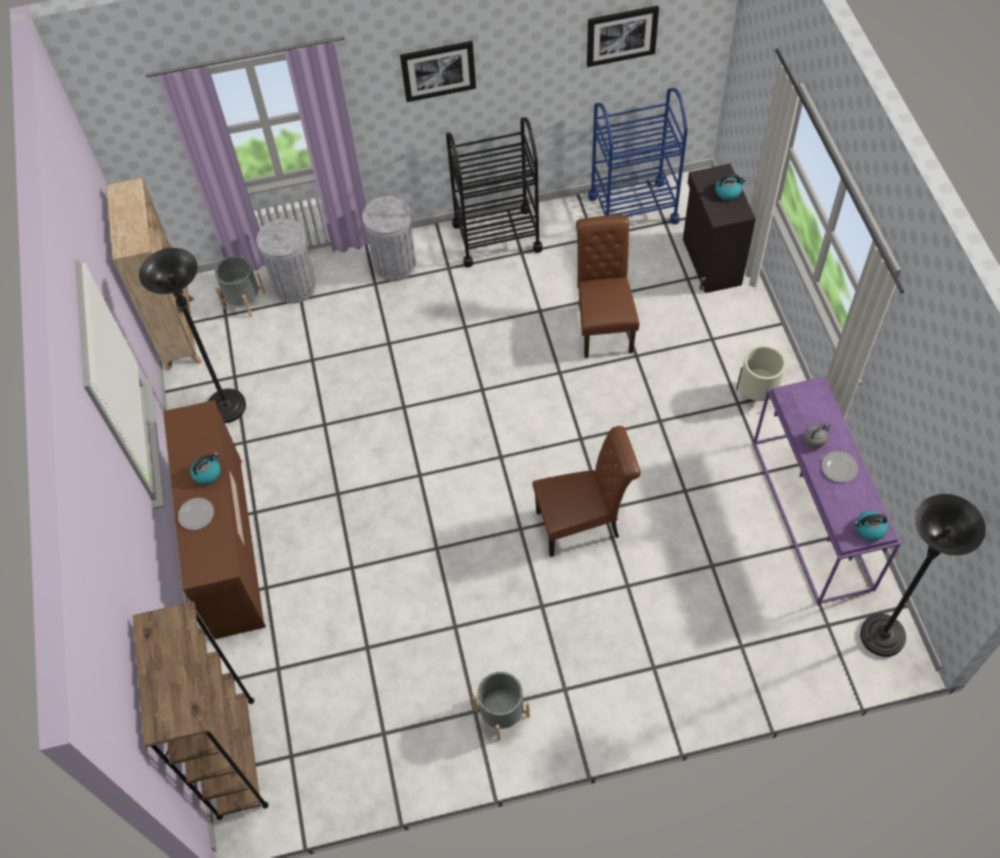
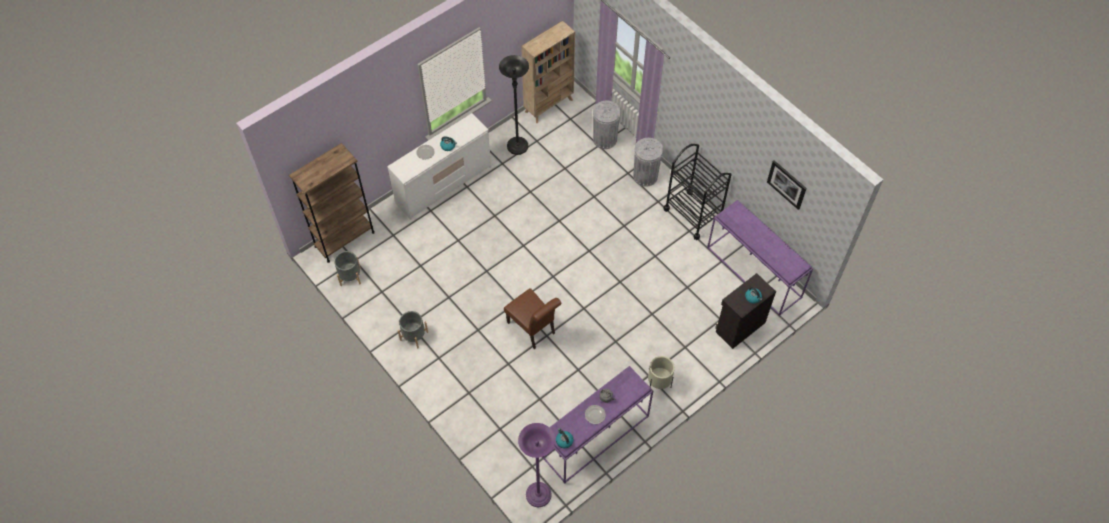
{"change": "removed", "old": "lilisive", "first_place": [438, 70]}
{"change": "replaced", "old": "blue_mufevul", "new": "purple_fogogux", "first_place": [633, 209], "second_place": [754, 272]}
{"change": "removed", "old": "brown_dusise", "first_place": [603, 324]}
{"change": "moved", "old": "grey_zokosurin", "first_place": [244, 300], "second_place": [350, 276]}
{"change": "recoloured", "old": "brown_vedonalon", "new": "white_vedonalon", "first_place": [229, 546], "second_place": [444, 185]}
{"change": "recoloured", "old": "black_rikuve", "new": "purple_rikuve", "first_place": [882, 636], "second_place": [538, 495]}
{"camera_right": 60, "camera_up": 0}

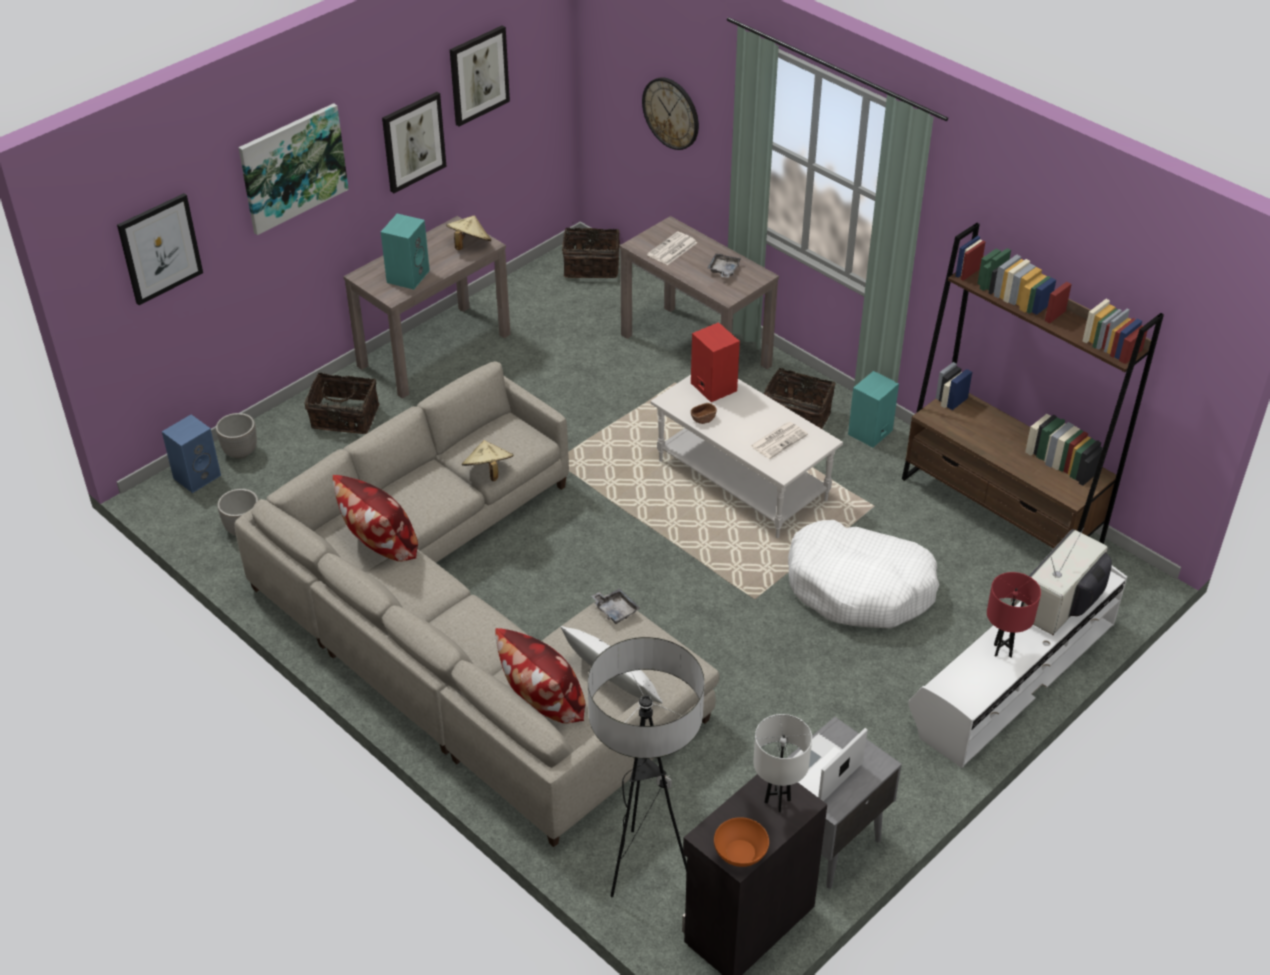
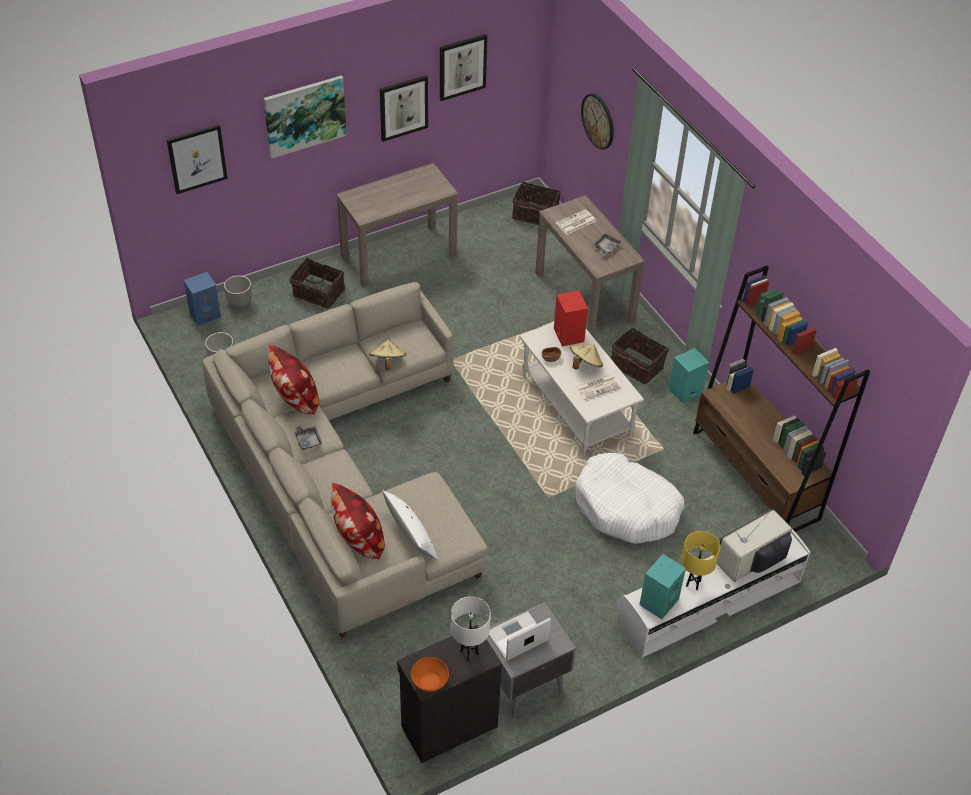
{"change": "moved", "old": "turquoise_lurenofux", "first_place": [407, 275], "second_place": [659, 601]}
{"change": "moved", "old": "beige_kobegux", "first_place": [469, 245], "second_place": [585, 364]}
{"change": "recoloured", "old": "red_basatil", "new": "yellow_basatil", "first_place": [1003, 650], "second_place": [693, 583]}
{"change": "moved", "old": "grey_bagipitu", "first_place": [615, 610], "second_place": [307, 440]}
{"change": "removed", "old": "rikuve", "first_place": [645, 867]}
{"camera_right": 15, "camera_up": 5}

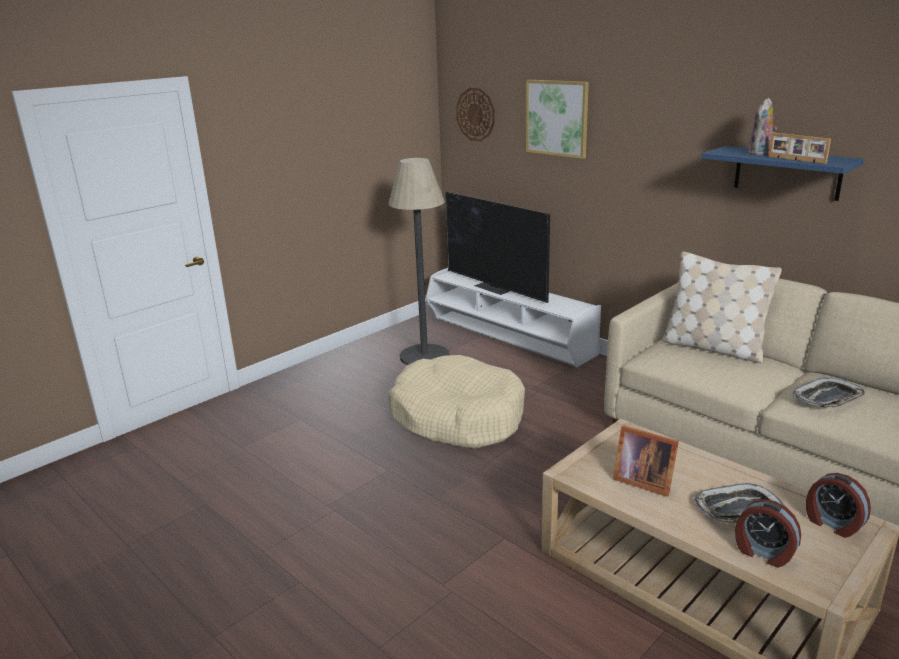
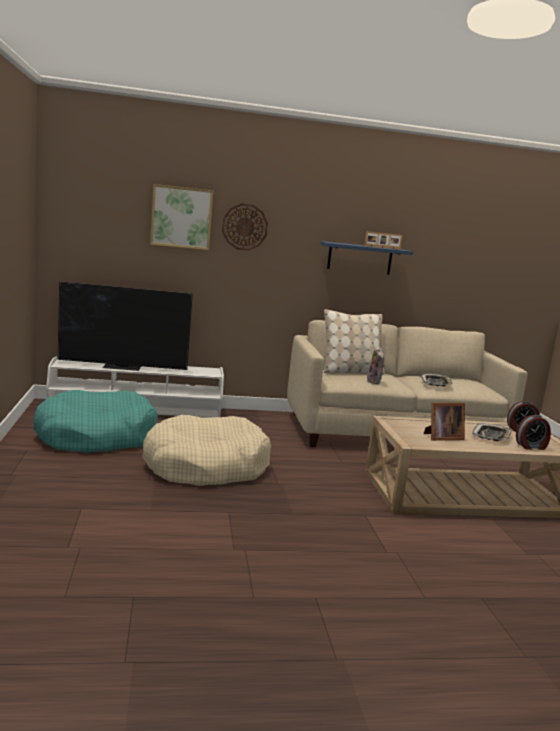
{"change": "moved", "old": "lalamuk", "first_place": [475, 114], "second_place": [244, 227]}
{"change": "moved", "old": "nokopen", "first_place": [760, 153], "second_place": [375, 382]}
{"change": "replaced", "old": "rikuve", "new": "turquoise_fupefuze", "first_place": [424, 356], "second_place": [96, 436]}
{"camera_right": -55, "camera_up": -10}

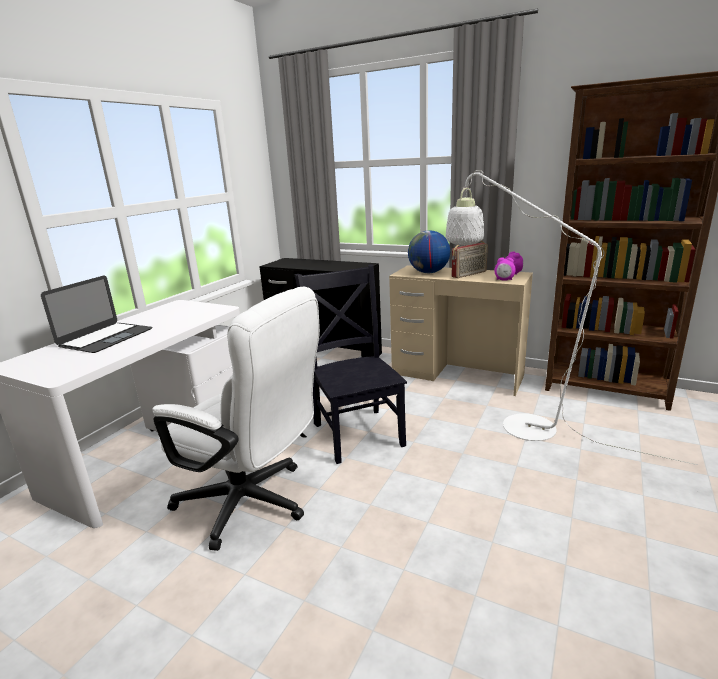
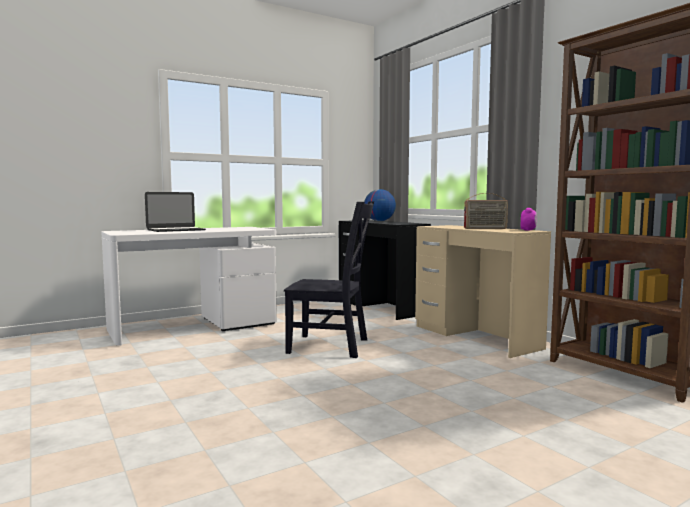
{"change": "removed", "old": "white_rikuve", "first_place": [514, 424]}
{"change": "moved", "old": "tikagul", "first_place": [428, 272], "second_place": [379, 221]}
{"change": "removed", "old": "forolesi", "first_place": [504, 280]}
{"change": "turned", "old": "black_dusise", "first_place": [357, 432], "second_place": [332, 346], "degrees": 90}
{"change": "removed", "old": "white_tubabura", "first_place": [253, 504]}
{"camera_right": 30, "camera_up": -15}

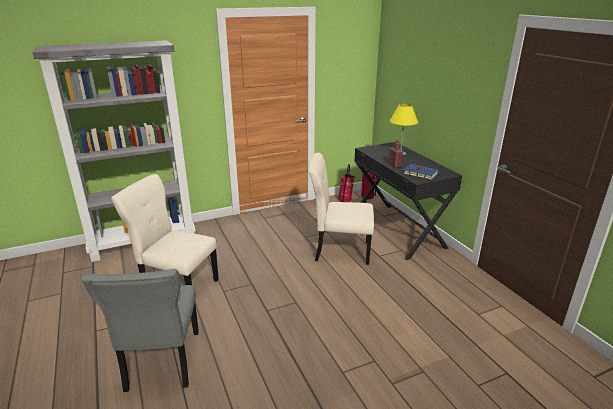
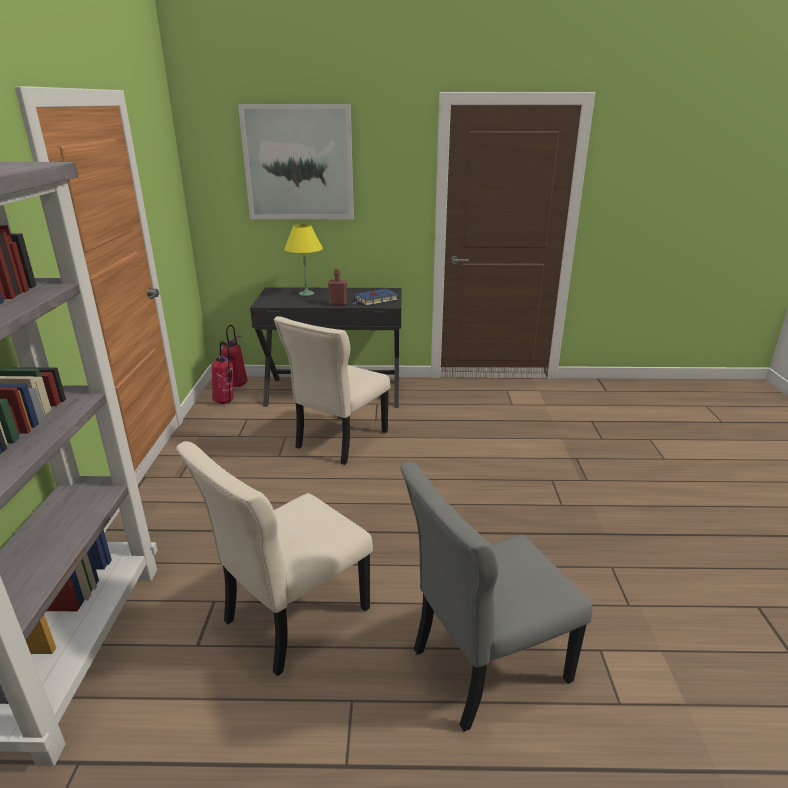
{"change": "turned", "old": "grey_dusise", "first_place": [162, 363], "second_place": [484, 666], "degrees": 135}
{"change": "added", "new": "lilisive", "second_place": [298, 163]}
{"camera_right": -65, "camera_up": 0}

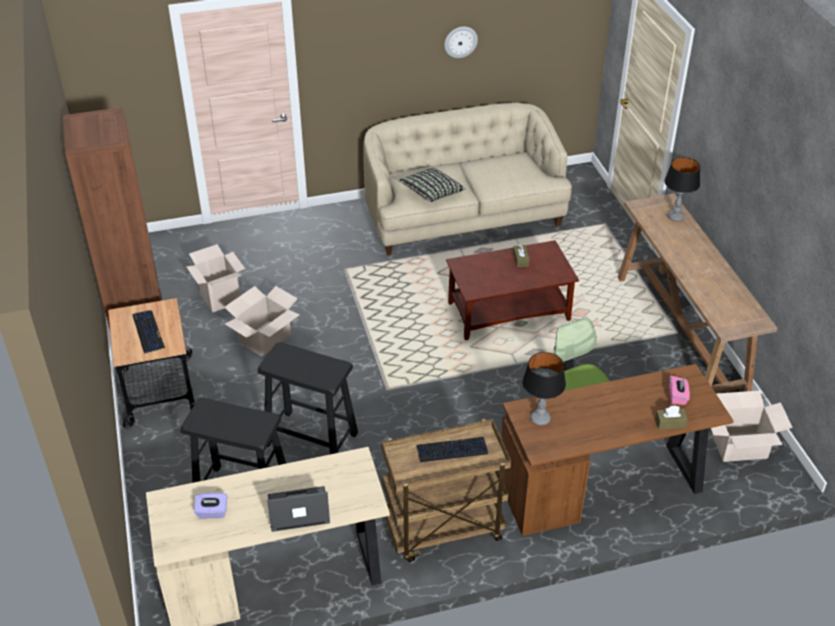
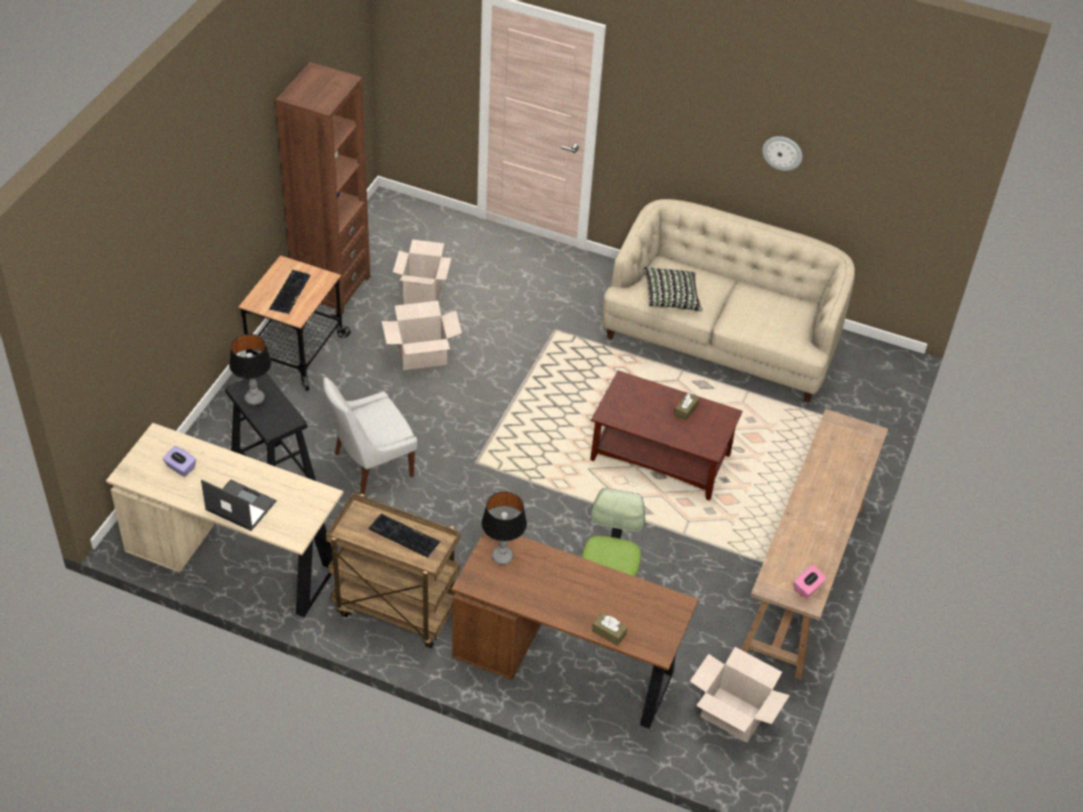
{"change": "moved", "old": "basatil", "first_place": [675, 217], "second_place": [254, 399]}
{"change": "replaced", "old": "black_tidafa", "new": "white_dusise", "first_place": [310, 439], "second_place": [370, 466]}
{"change": "moved", "old": "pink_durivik", "first_place": [677, 396], "second_place": [808, 588]}
{"camera_right": 35, "camera_up": 5}

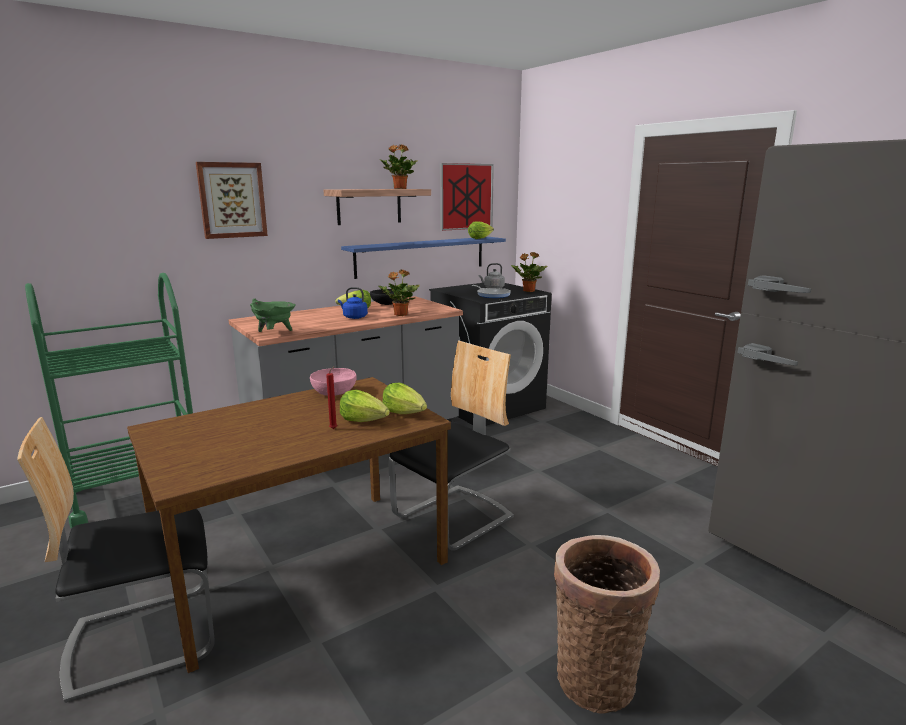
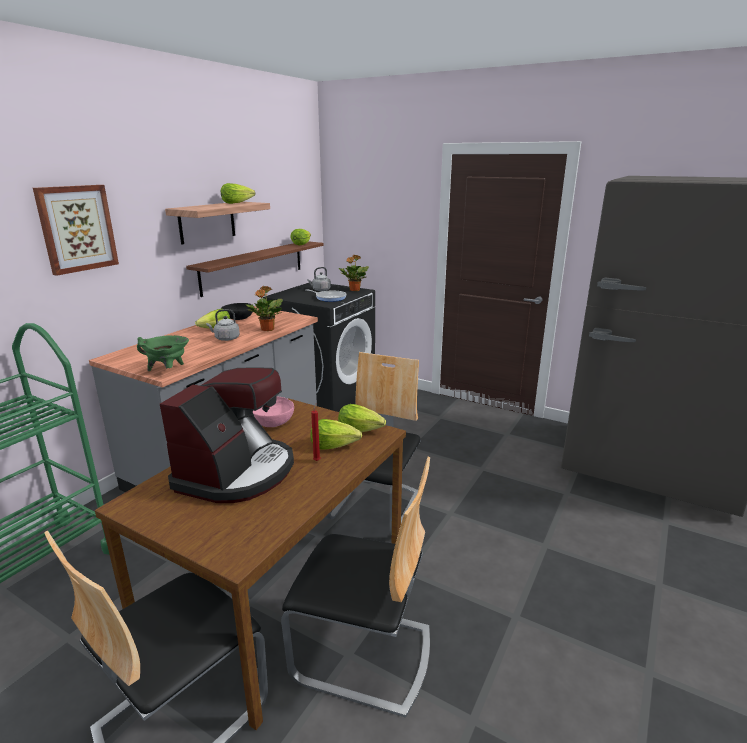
{"change": "replaced", "old": "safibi", "new": "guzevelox", "first_place": [399, 188], "second_place": [237, 203]}
{"change": "removed", "old": "lilisive", "first_place": [466, 196]}
{"change": "recoloured", "old": "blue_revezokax", "new": "brown_revezokax", "first_place": [421, 256], "second_place": [254, 266]}
{"change": "recoloured", "old": "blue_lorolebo", "new": "grey_lorolebo", "first_place": [354, 317], "second_place": [225, 338]}
{"change": "removed", "old": "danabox", "first_place": [596, 676]}
{"change": "added", "new": "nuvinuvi", "second_place": [237, 472]}
{"change": "added", "new": "dusise", "second_place": [363, 654]}
{"camera_right": -25, "camera_up": 5}

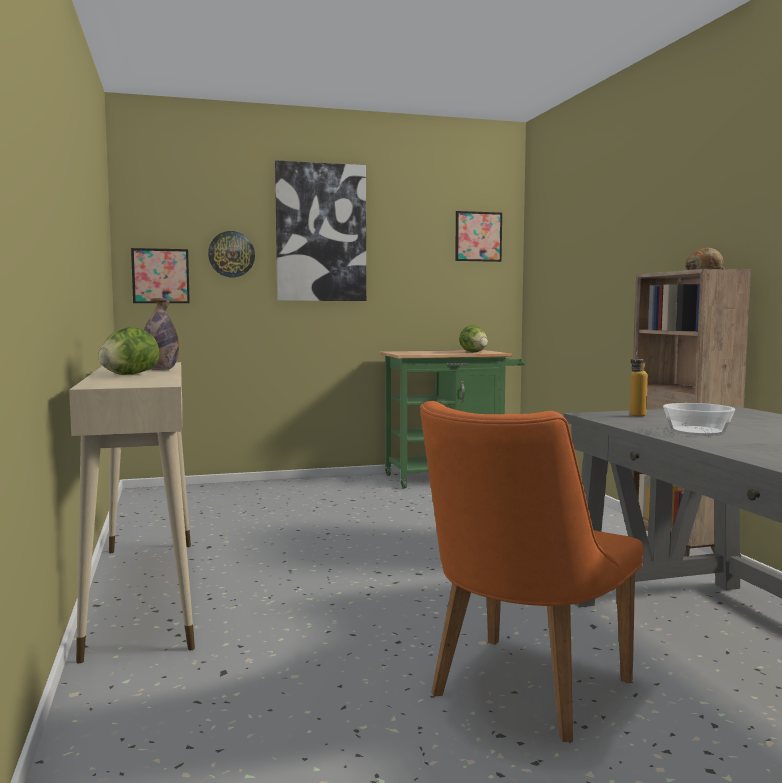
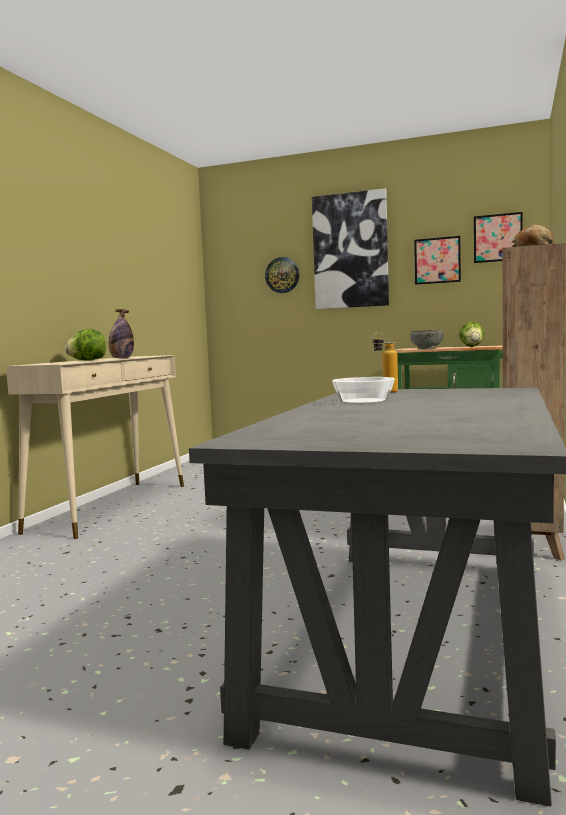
{"change": "moved", "old": "lilisive", "first_place": [160, 276], "second_place": [437, 260]}
{"change": "removed", "old": "orange_dusise", "first_place": [519, 693]}
{"change": "added", "new": "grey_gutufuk", "second_place": [427, 348]}
{"camera_right": 35, "camera_up": 0}

